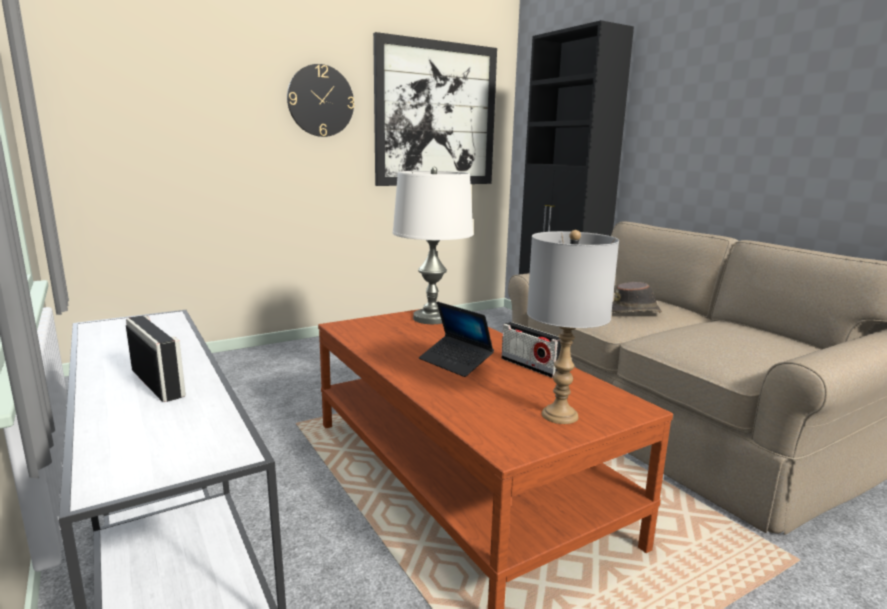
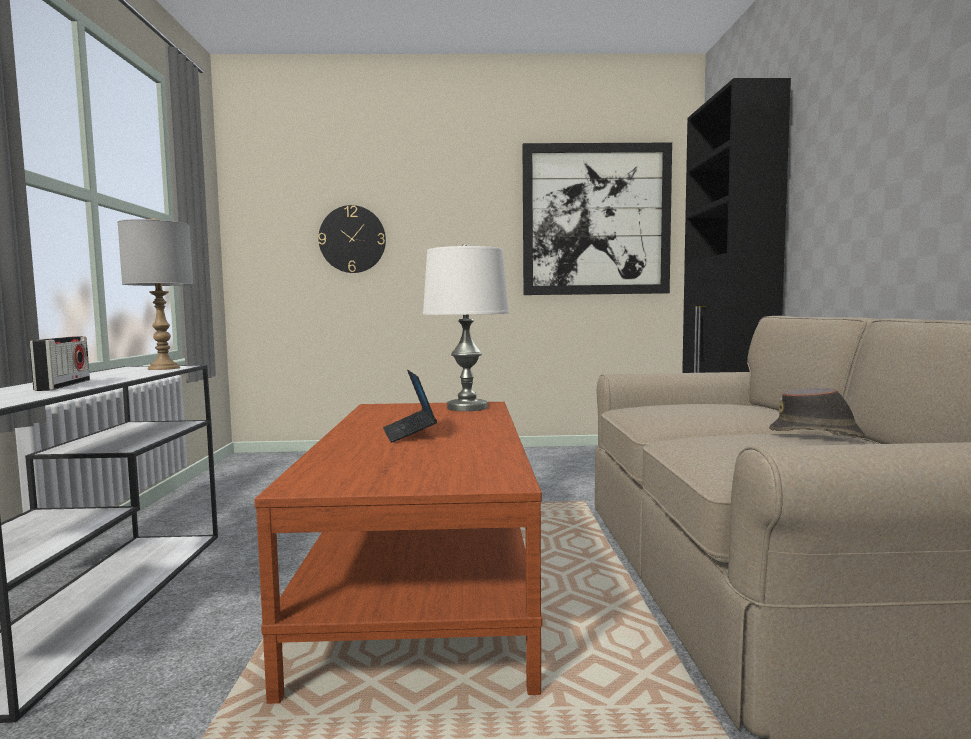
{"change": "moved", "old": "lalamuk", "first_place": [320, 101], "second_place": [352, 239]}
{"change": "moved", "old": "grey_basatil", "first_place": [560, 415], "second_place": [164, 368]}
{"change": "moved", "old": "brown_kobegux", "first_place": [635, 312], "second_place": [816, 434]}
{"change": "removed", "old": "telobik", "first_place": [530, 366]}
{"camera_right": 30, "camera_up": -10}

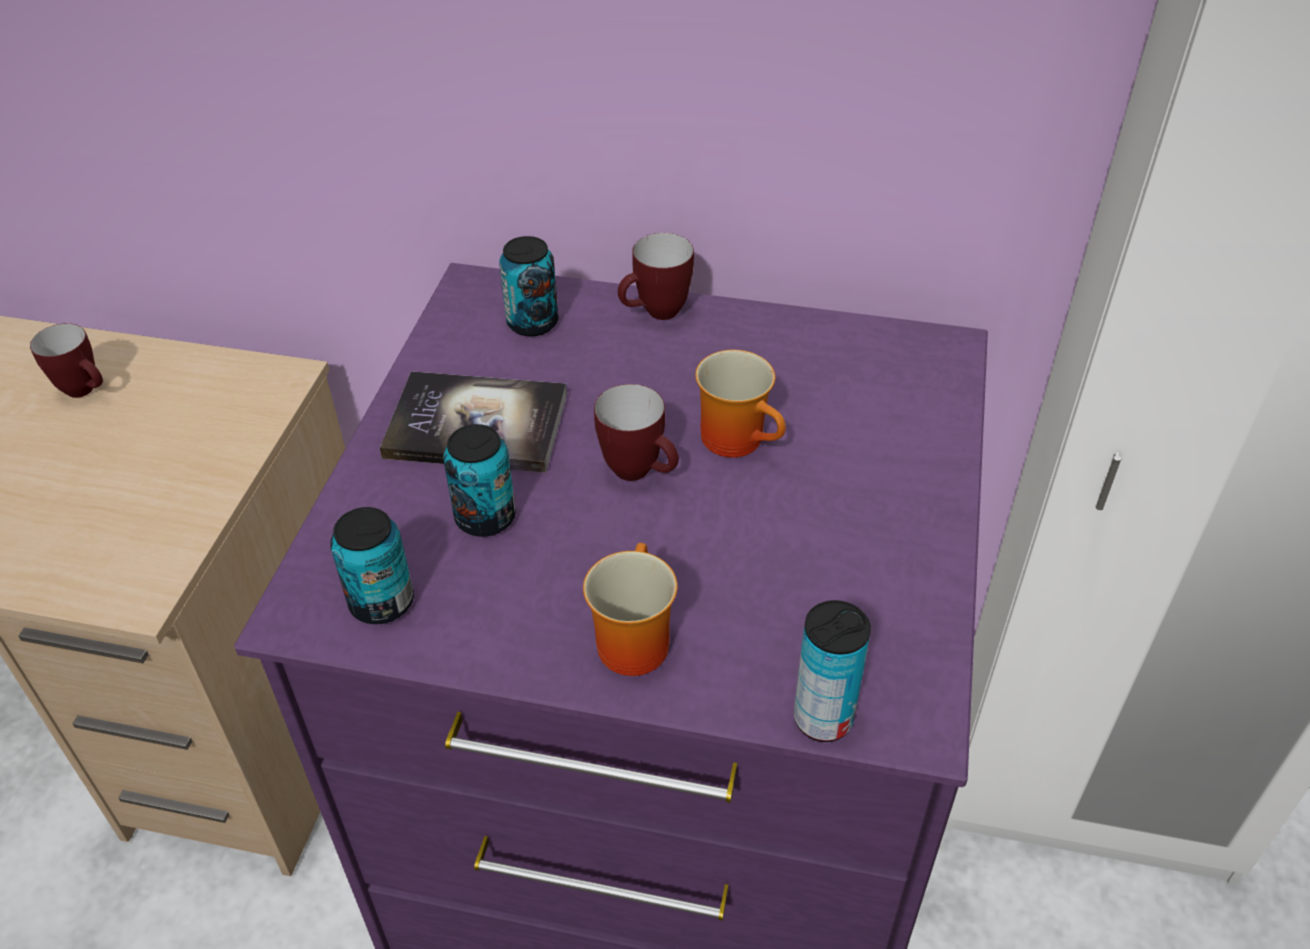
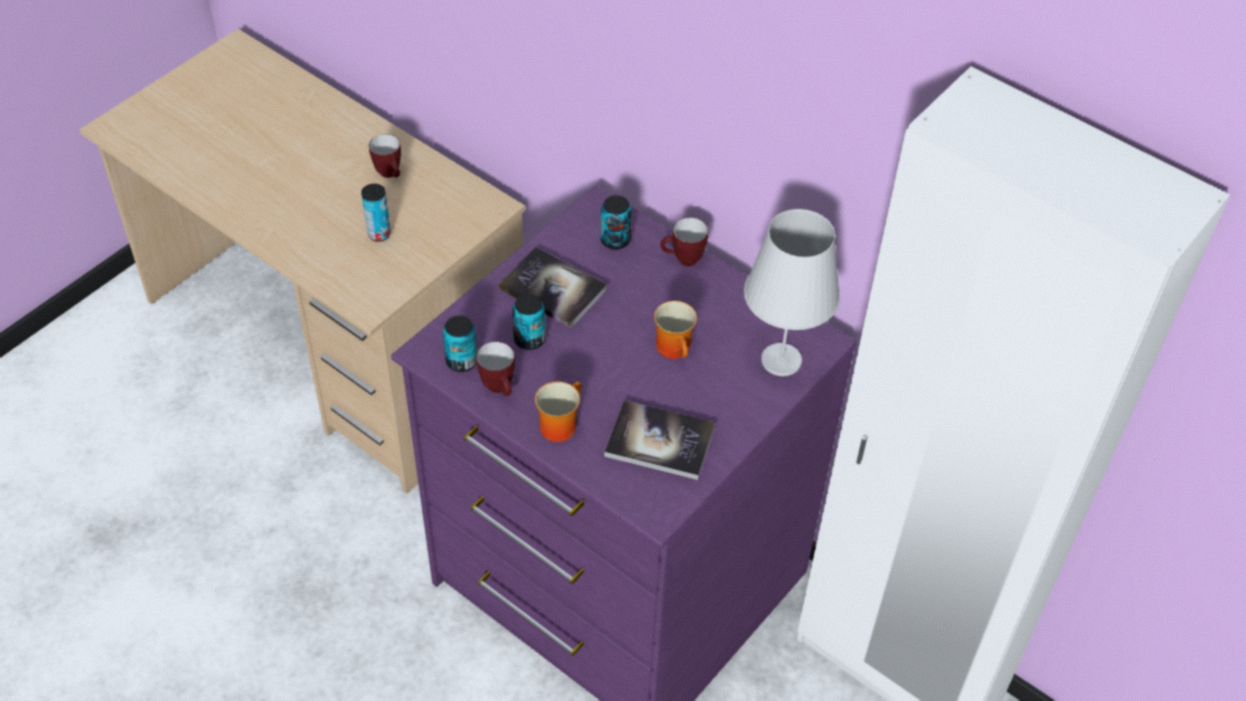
{"change": "moved", "old": "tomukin", "first_place": [640, 473], "second_place": [500, 389]}
{"change": "moved", "old": "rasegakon", "first_place": [823, 719], "second_place": [379, 234]}
{"change": "added", "new": "white_basatil", "second_place": [782, 360]}
{"change": "added", "new": "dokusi", "second_place": [660, 442]}
{"camera_right": 25, "camera_up": 5}

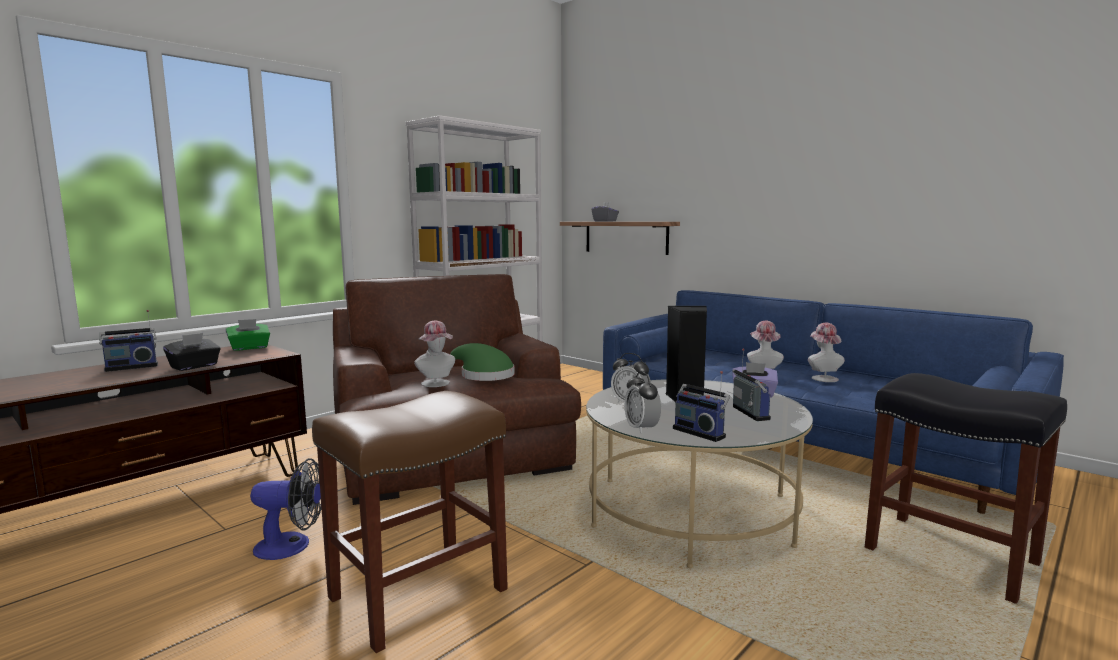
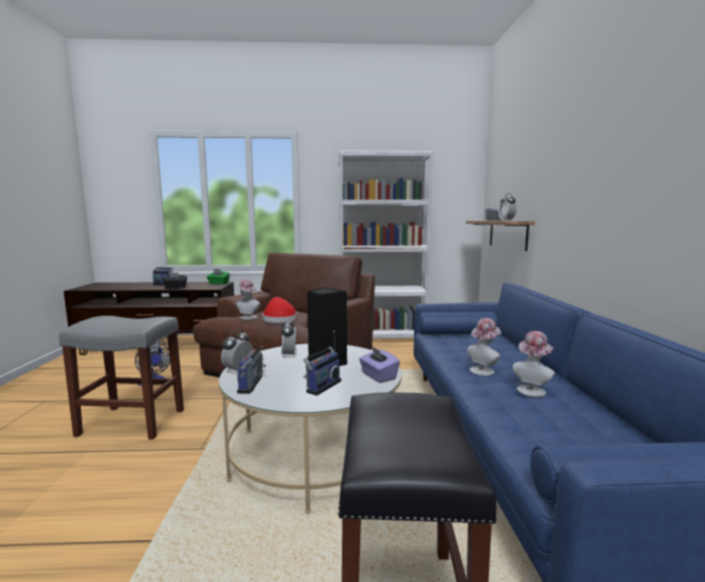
{"change": "recoloured", "old": "green_kobegux", "new": "red_kobegux", "first_place": [483, 376], "second_place": [279, 319]}
{"change": "recoloured", "old": "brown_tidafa", "new": "grey_tidafa", "first_place": [417, 595], "second_place": [130, 422]}
{"change": "added", "new": "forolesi", "second_place": [506, 220]}
{"camera_right": 45, "camera_up": 0}

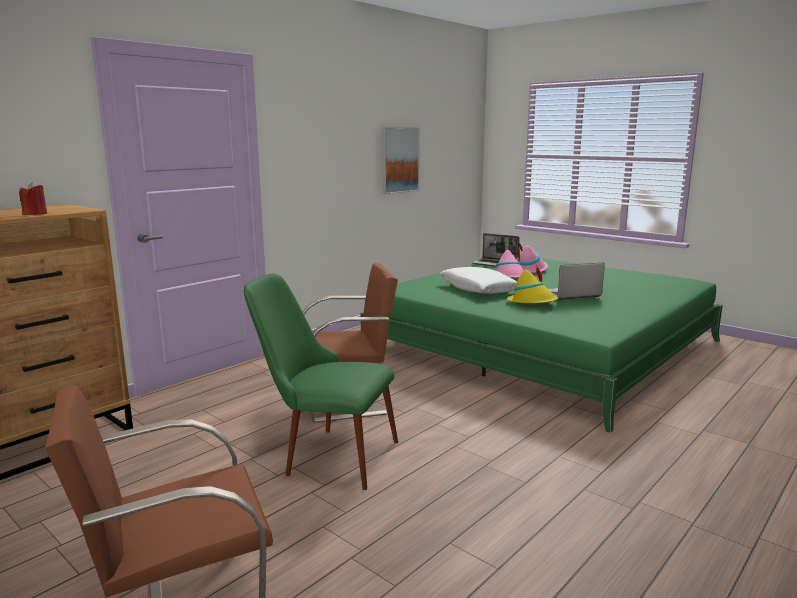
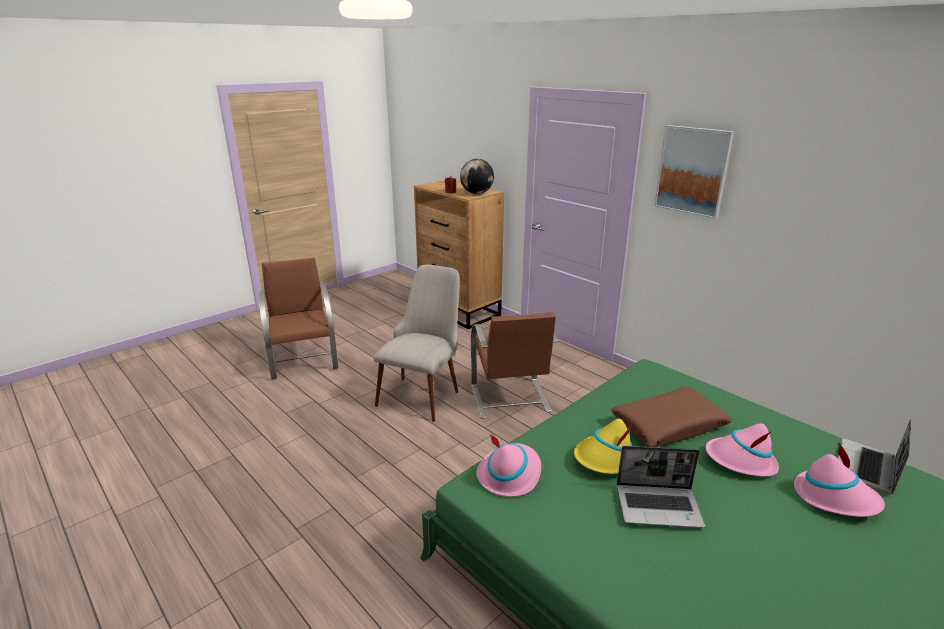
{"change": "moved", "old": "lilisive", "first_place": [399, 160], "second_place": [693, 171]}
{"change": "turned", "old": "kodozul", "first_place": [570, 294], "second_place": [659, 506], "degrees": 105}
{"change": "recoloured", "old": "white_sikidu", "new": "brown_sikidu", "first_place": [478, 289], "second_place": [668, 425]}
{"change": "recoloured", "old": "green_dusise", "new": "beige_dusise", "first_place": [325, 454], "second_place": [424, 391]}
{"change": "added", "new": "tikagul", "second_place": [476, 193]}
{"change": "added", "new": "pink_kobegux", "second_place": [509, 474]}
{"camera_right": 95, "camera_up": 10}

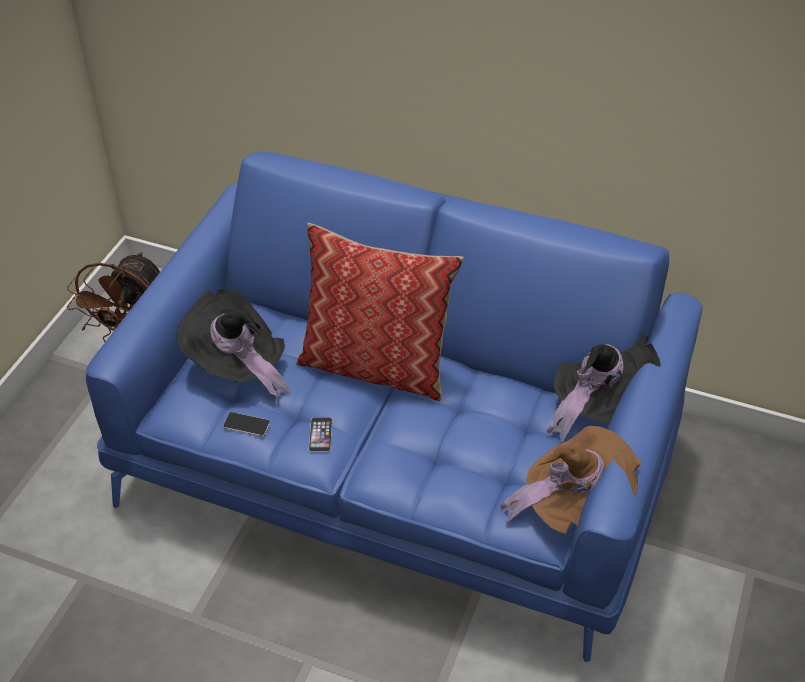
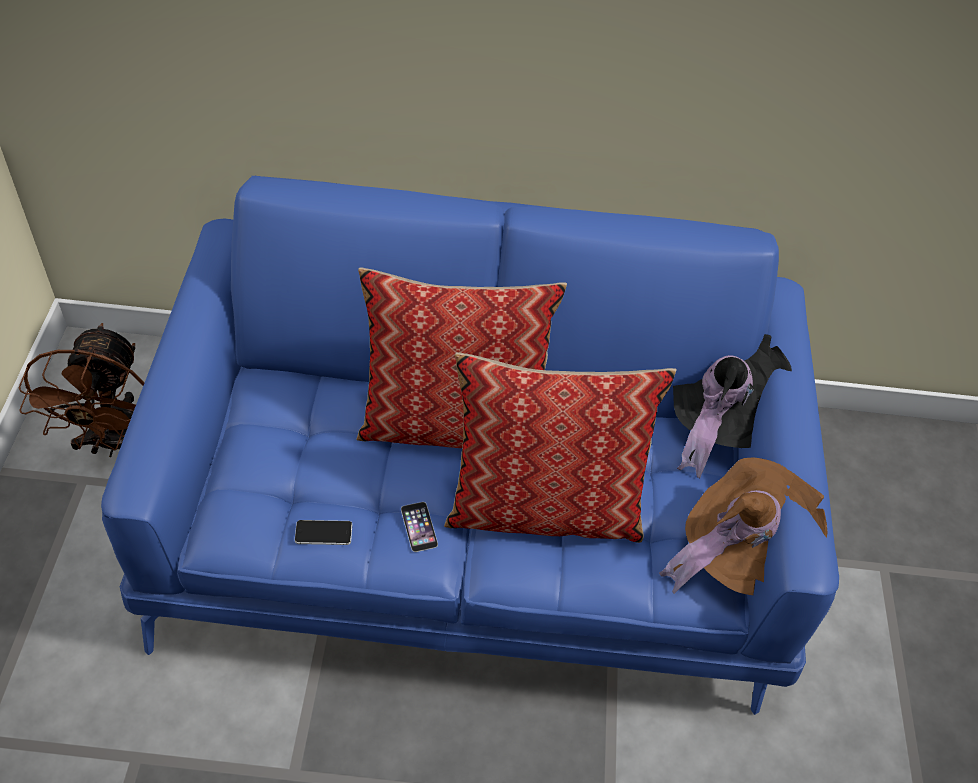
{"change": "removed", "old": "black_kobegux", "first_place": [238, 366]}
{"change": "added", "new": "sikidu", "second_place": [544, 507]}
{"camera_right": -20, "camera_up": 5}

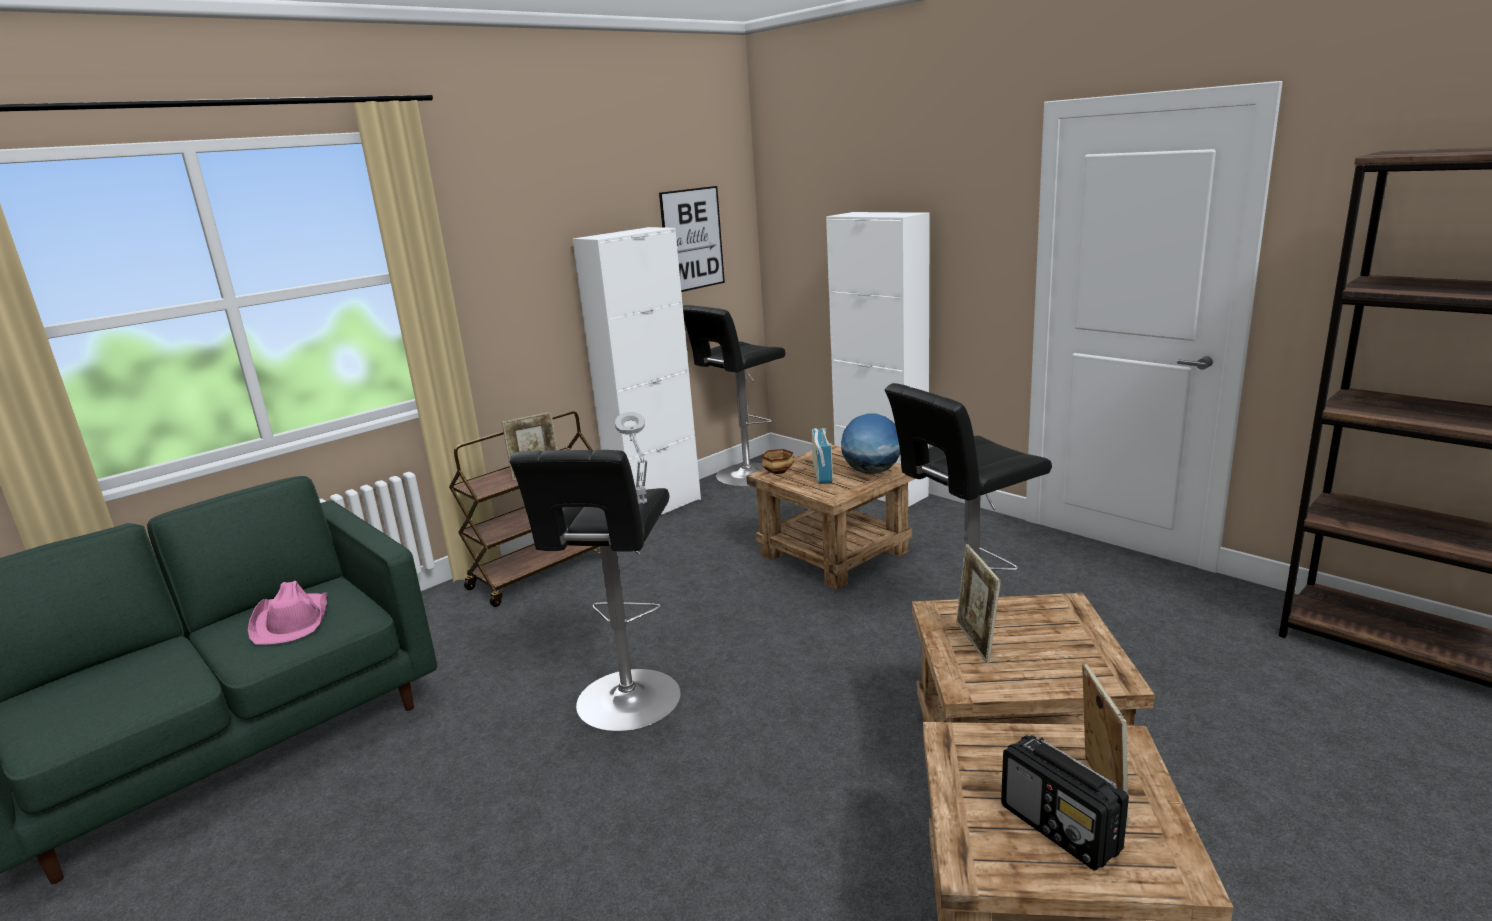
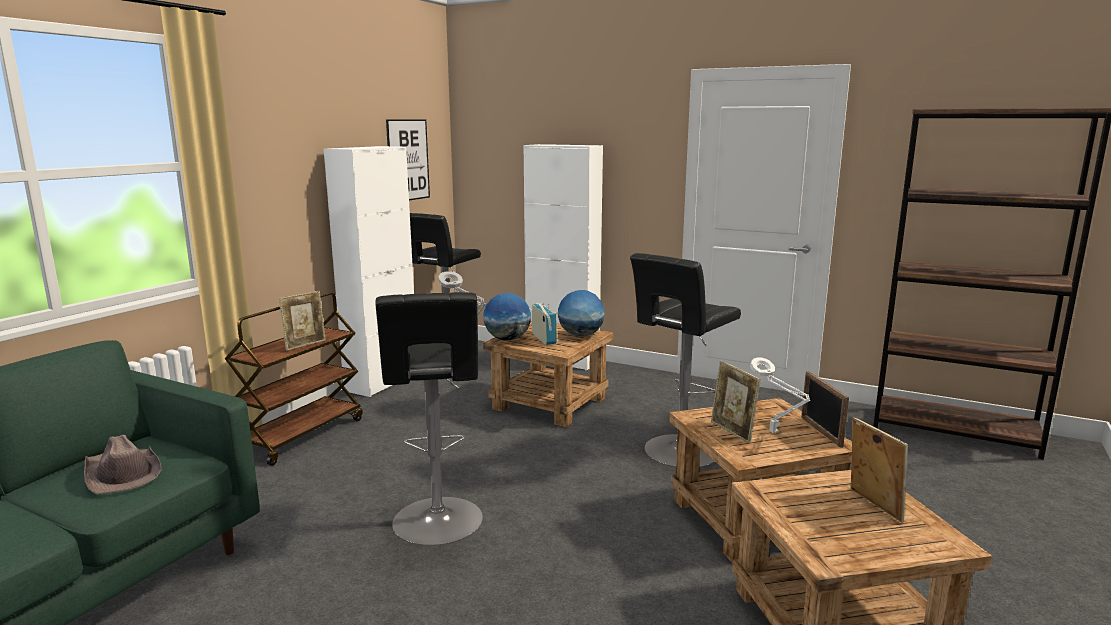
{"change": "replaced", "old": "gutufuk", "new": "tikagul", "first_place": [777, 472], "second_place": [507, 339]}
{"change": "recoloured", "old": "pink_kobegux", "new": "brown_kobegux", "first_place": [292, 621], "second_place": [122, 473]}
{"change": "removed", "old": "telobik", "first_place": [1060, 829]}
{"change": "added", "new": "white_basatil", "second_place": [775, 433]}
{"change": "added", "new": "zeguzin", "second_place": [820, 431]}
{"camera_right": -20, "camera_up": -5}

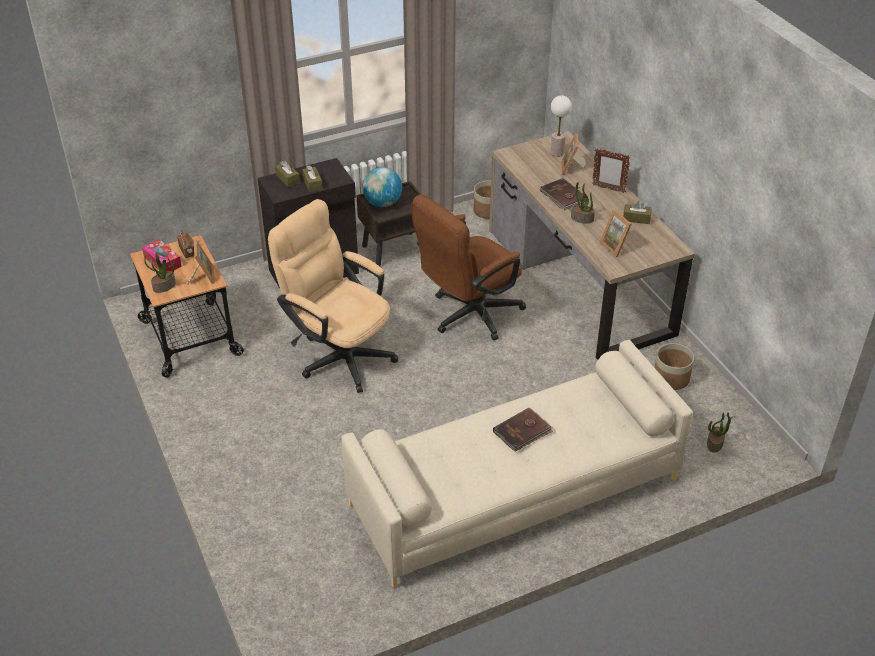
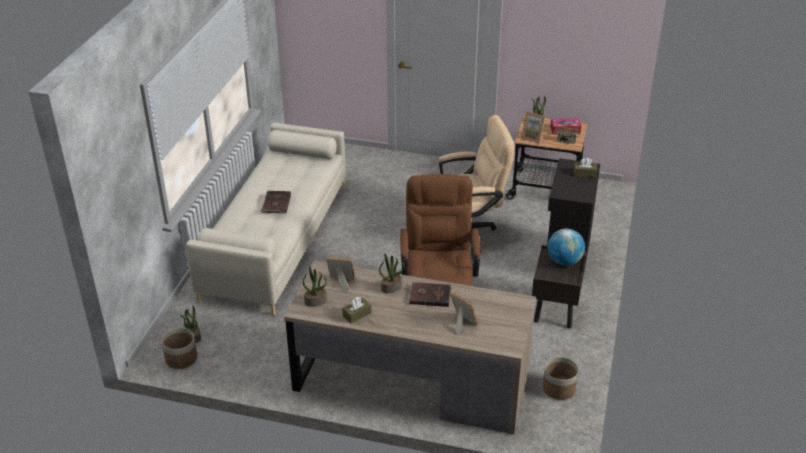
{"change": "removed", "old": "basatil", "first_place": [557, 152]}
{"change": "removed", "old": "zeguzin", "first_place": [608, 189]}
{"change": "removed", "old": "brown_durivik", "first_place": [312, 184]}
{"change": "moved", "old": "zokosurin", "first_place": [671, 378], "second_place": [181, 358]}
{"change": "added", "new": "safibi", "second_place": [315, 301]}
{"camera_right": 130, "camera_up": -5}

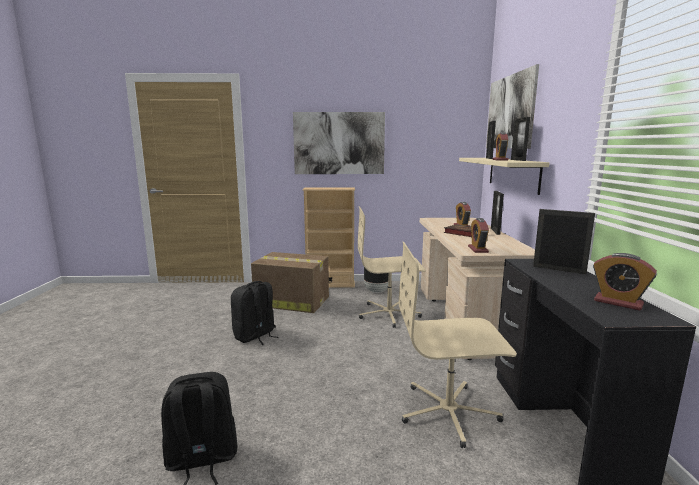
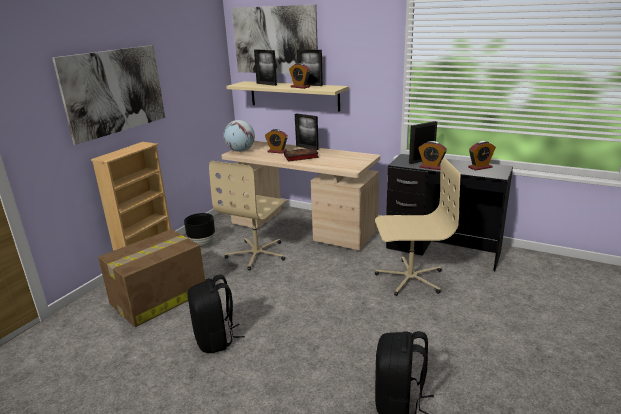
{"change": "moved", "old": "forolesi", "first_place": [477, 249], "second_place": [431, 167]}
{"change": "turned", "old": "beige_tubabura", "first_place": [449, 412], "second_place": [409, 278], "degrees": -120}
{"change": "added", "new": "tikagul", "second_place": [240, 151]}
{"camera_right": -60, "camera_up": 10}

